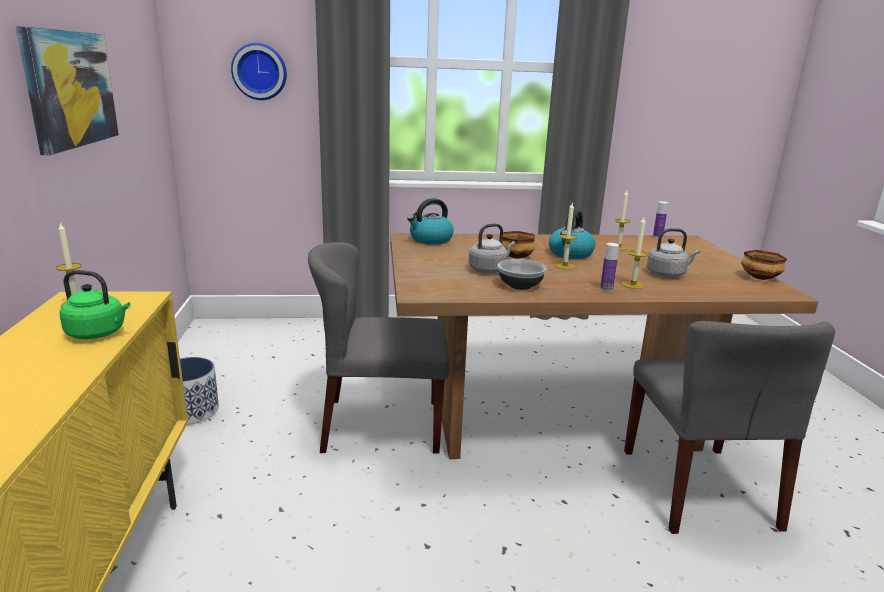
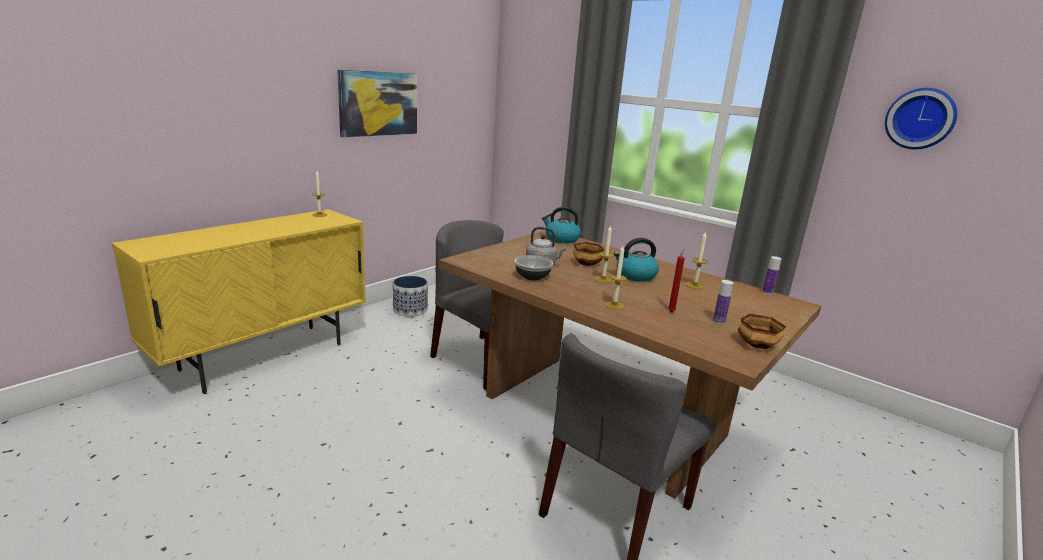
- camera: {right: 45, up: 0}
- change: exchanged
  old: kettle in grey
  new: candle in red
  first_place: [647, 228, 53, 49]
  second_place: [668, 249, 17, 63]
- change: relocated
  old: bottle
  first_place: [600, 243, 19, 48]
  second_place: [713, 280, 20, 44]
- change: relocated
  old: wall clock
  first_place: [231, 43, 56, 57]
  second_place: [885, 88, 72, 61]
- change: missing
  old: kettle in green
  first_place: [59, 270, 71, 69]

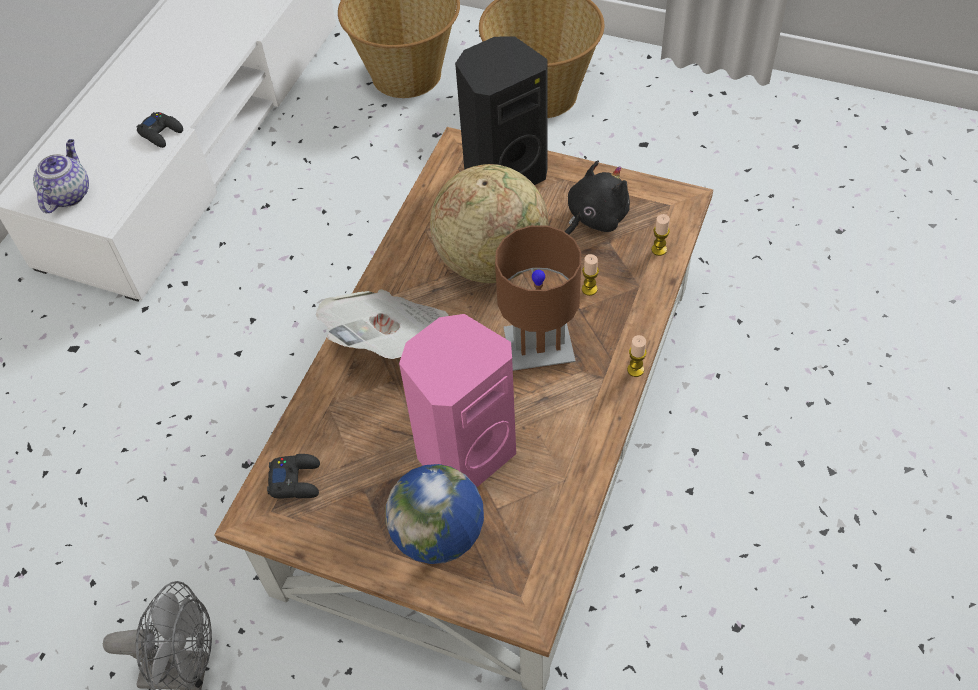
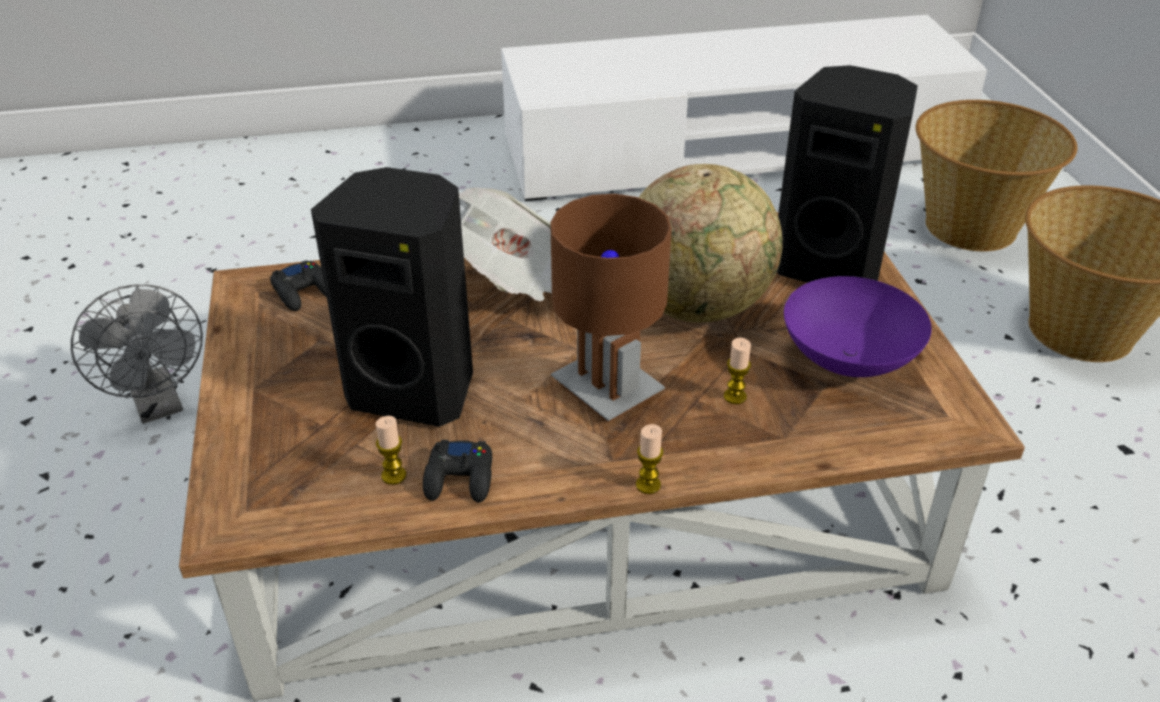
- camera: {right: 55, up: -15}
- change: colour
  old: speaker in pink
  new: speaker in black
  first_place: [399, 314, 117, 173]
  second_place: [311, 167, 162, 260]
- change: relocated
  old: candle
  first_place: [651, 214, 19, 42]
  second_place: [375, 416, 31, 69]
- change: relocated
  old: game controller in black
  first_place: [136, 112, 47, 36]
  second_place: [423, 440, 69, 63]
- change: exchanged
  old: plush toy in black
  new: bowl in purple
  first_place: [565, 161, 65, 74]
  second_place: [784, 276, 148, 101]
- change: missing
  old: teapot
  first_place: [33, 139, 56, 74]
- change: missing
  old: globe
  first_place: [385, 464, 99, 100]

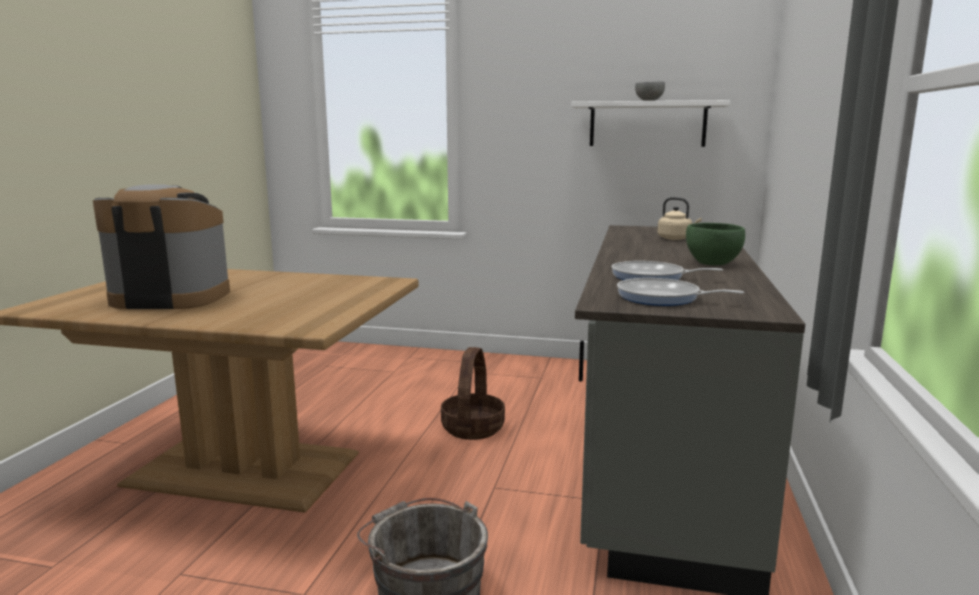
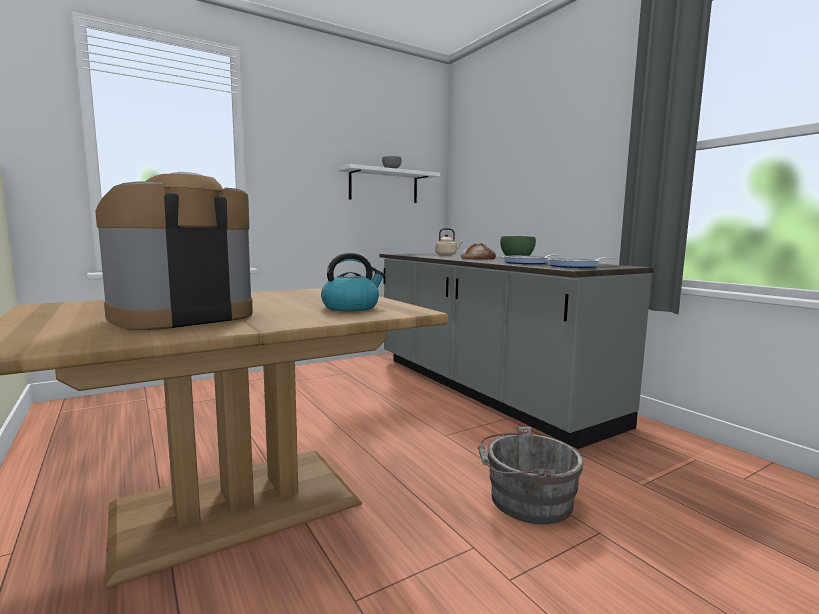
- camera: {right: -45, up: -5}
- change: appeared
  new: kettle
  second_place: [321, 253, 64, 58]
- change: appeared
  new: bread
  second_place: [461, 243, 35, 17]
- change: missing
  old: basket
  first_place: [441, 347, 64, 93]

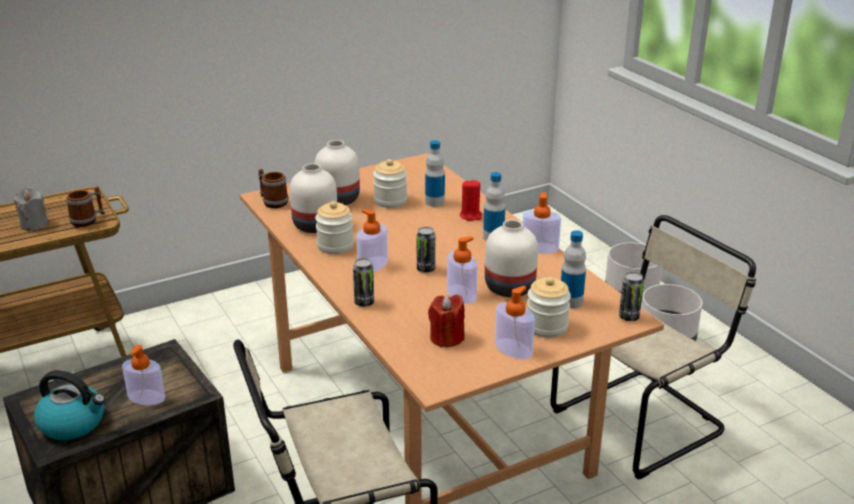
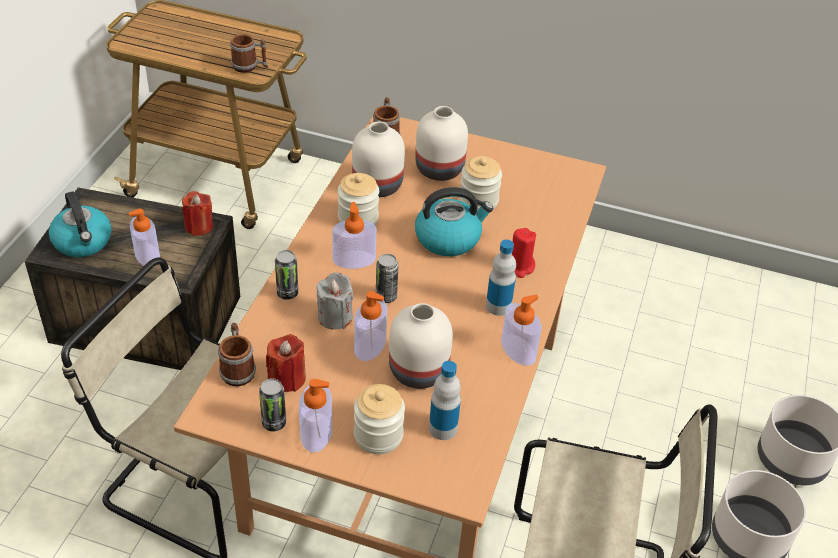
- camera: {right: 45, up: 15}
- change: appeared
  new: candle in red
  second_place: [182, 191, 31, 45]
- change: appeared
  new: mug
  second_place: [218, 323, 38, 64]
- change: relocated
  old: can
  first_place: [619, 272, 25, 49]
  second_place: [259, 378, 27, 53]
- change: relocated
  old: candle in grey
  first_place: [13, 187, 36, 44]
  second_place: [316, 272, 37, 58]
- change: appeared
  new: kettle
  second_place: [415, 187, 78, 69]
- change: missing
  old: bottle
  first_place: [425, 140, 20, 67]

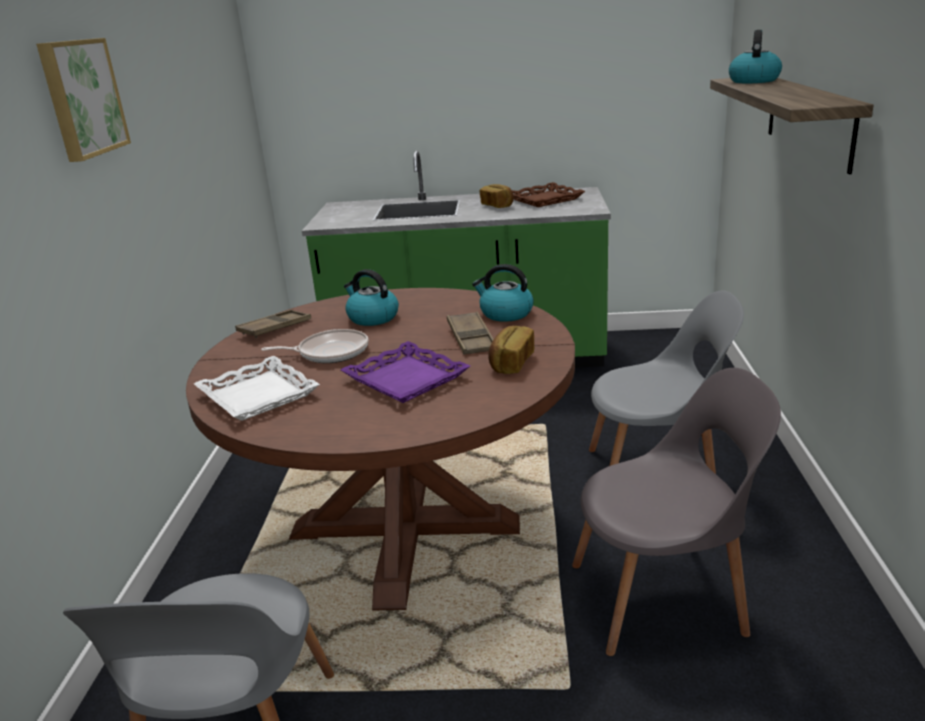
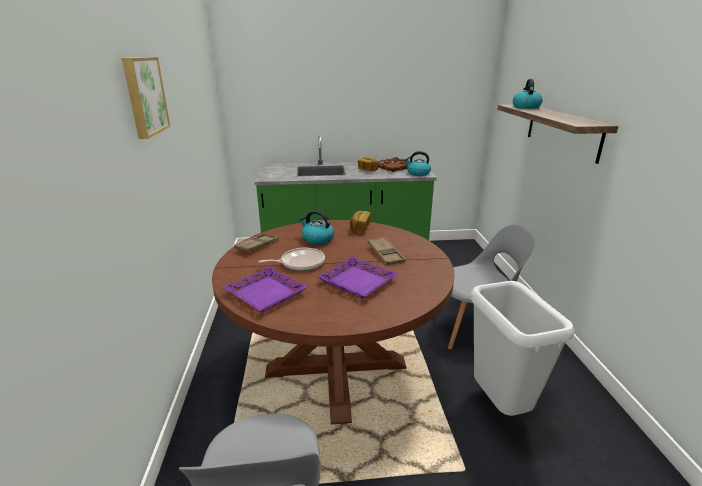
- camera: {right: -10, up: 0}
- change: colour
  old: tray in white
  new: tray in purple
  first_place: [194, 356, 126, 65]
  second_place: [222, 266, 86, 46]
- change: relocated
  old: bread
  first_place: [488, 326, 46, 48]
  second_place: [350, 211, 21, 22]
- change: relocated
  old: kettle
  first_place: [472, 264, 62, 58]
  second_place: [404, 151, 27, 25]
- change: exchanged
  old: chair in grey
  new: trash can in grey
  first_place: [572, 368, 209, 288]
  second_place: [470, 281, 105, 135]

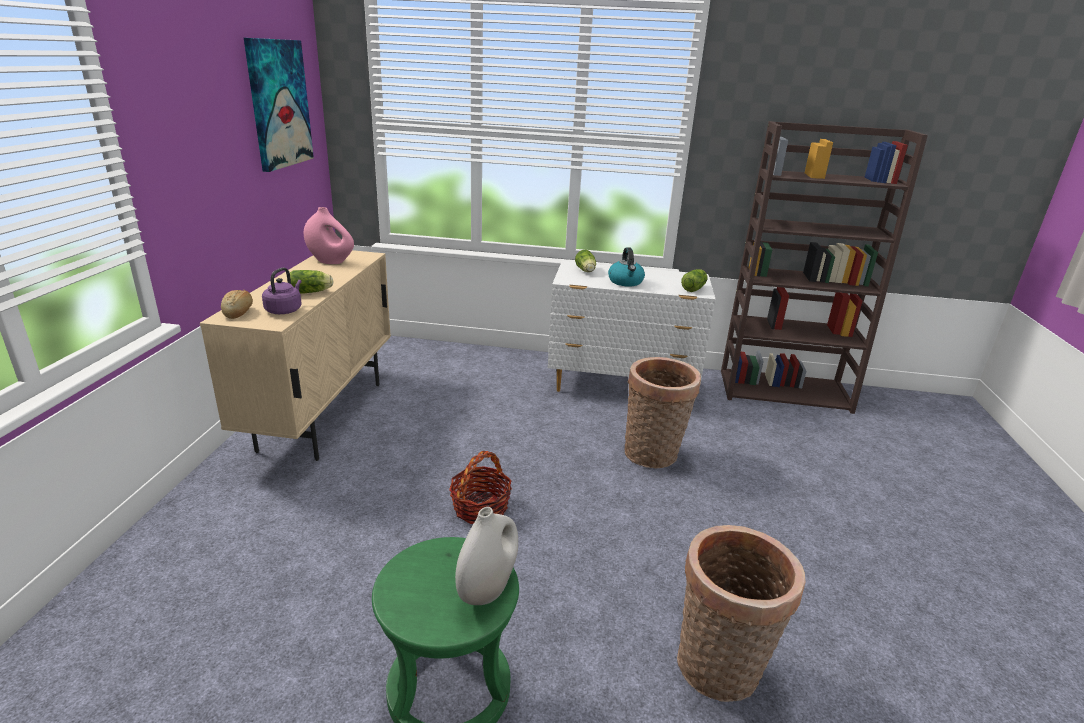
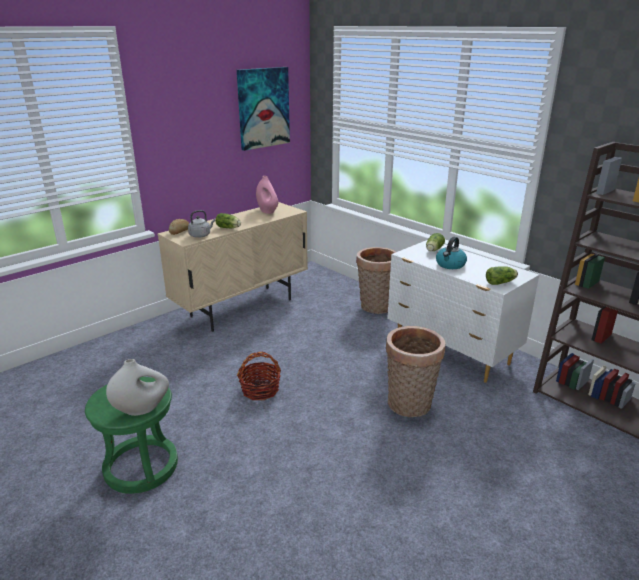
- camera: {right: 40, up: 0}
- change: colour
  old: kettle in purple
  new: kettle in grey
  first_place: [262, 267, 40, 47]
  second_place: [188, 210, 27, 28]
- change: relocated
  old: basket
  first_place: [677, 525, 129, 177]
  second_place: [356, 247, 40, 67]

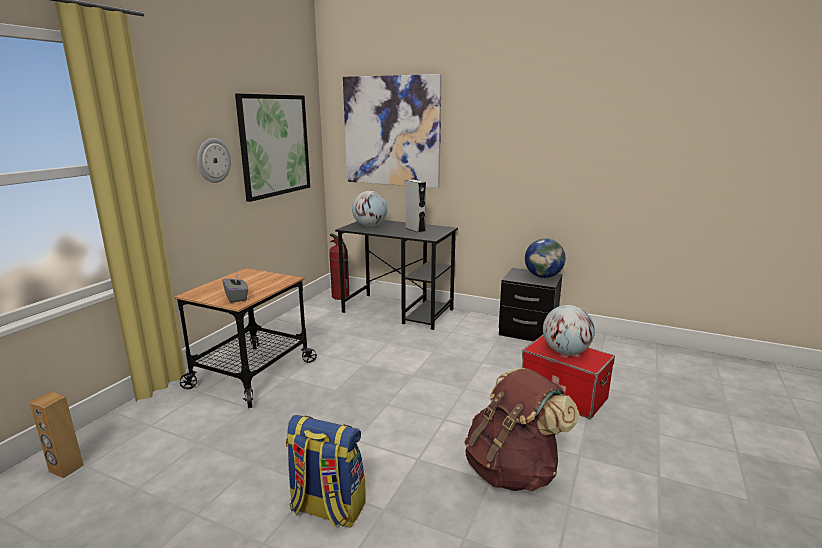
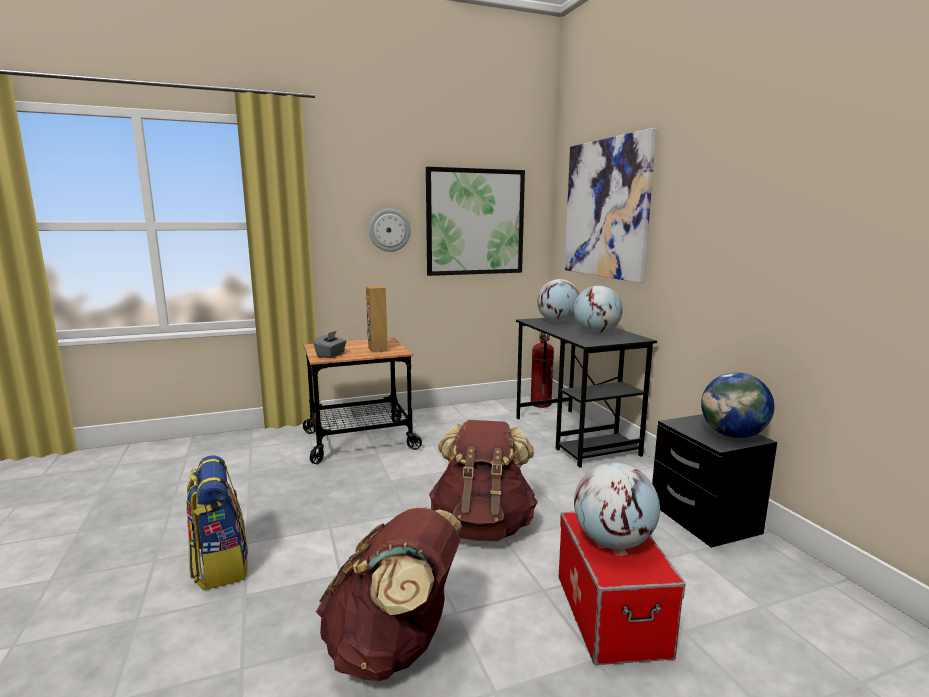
- camera: {right: 45, up: -5}
- change: relocated
  old: speaker in brown
  first_place: [29, 392, 55, 86]
  second_place: [366, 286, 22, 66]
- change: appeared
  new: backpack in brown
  second_place: [429, 420, 109, 121]
- change: exchanged
  old: speaker in grey
  new: globe
  first_place: [406, 179, 20, 54]
  second_place: [574, 286, 49, 48]

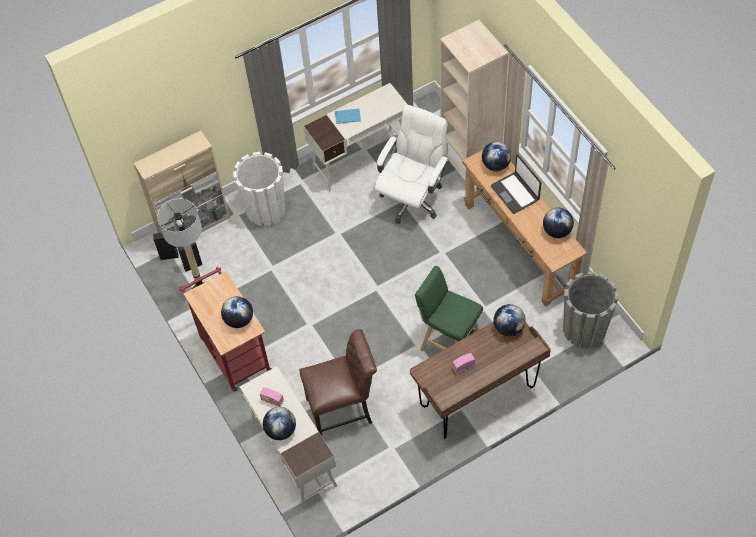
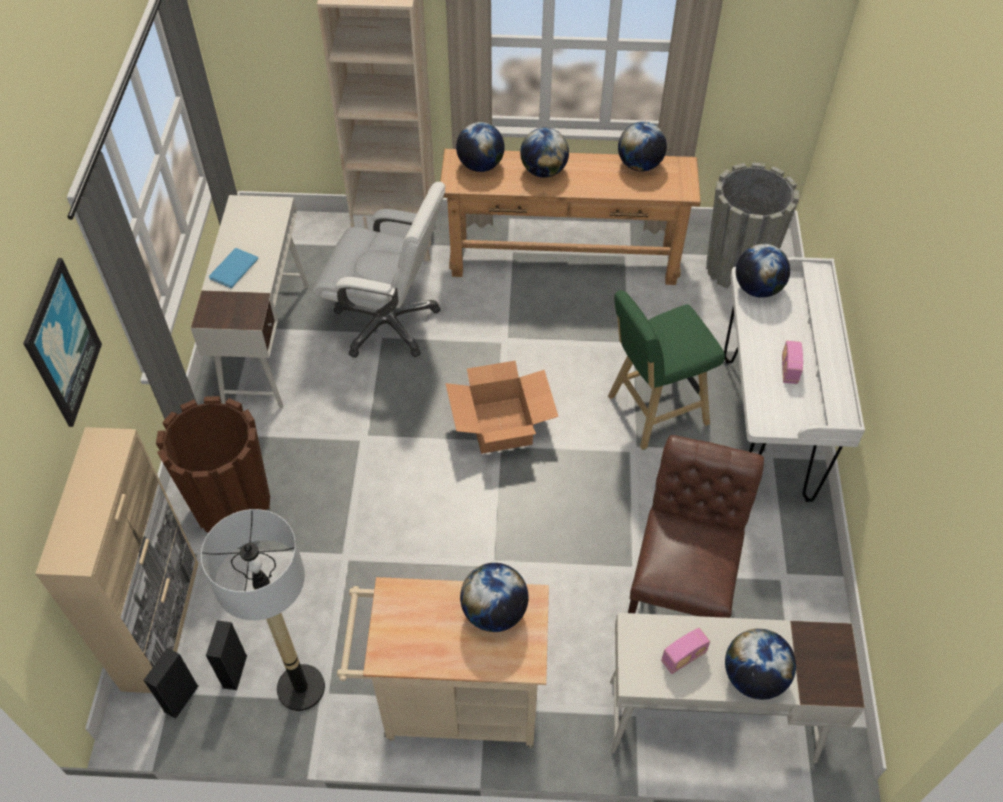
- camera: {right: -60, up: -5}
- change: appeared
  new: picture
  second_place: [23, 258, 79, 169]
- change: colour
  old: planter in white
  new: planter in brown
  first_place: [233, 152, 53, 74]
  second_place: [156, 396, 114, 137]
- change: spun
  old: office chair in white
  first_place: [375, 105, 74, 119]
  second_place: [313, 182, 132, 176]
  degrees: 135
- change: colour
  old: cart in red
  new: cart in beige
  first_place: [179, 267, 93, 125]
  second_place: [337, 577, 212, 171]
- change: appeared
  new: cardboard box
  second_place: [445, 361, 114, 93]
- change: exchanged
  old: laptop
  new: globe
  first_place: [491, 154, 50, 60]
  second_place: [520, 128, 49, 50]
- change: colour
  old: desk in brown
  new: desk in white
  first_place: [410, 322, 141, 117]
  second_place: [724, 257, 141, 245]

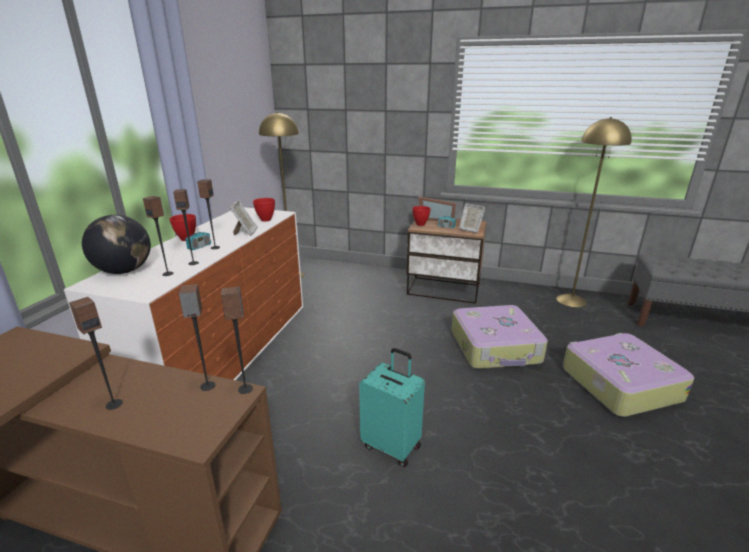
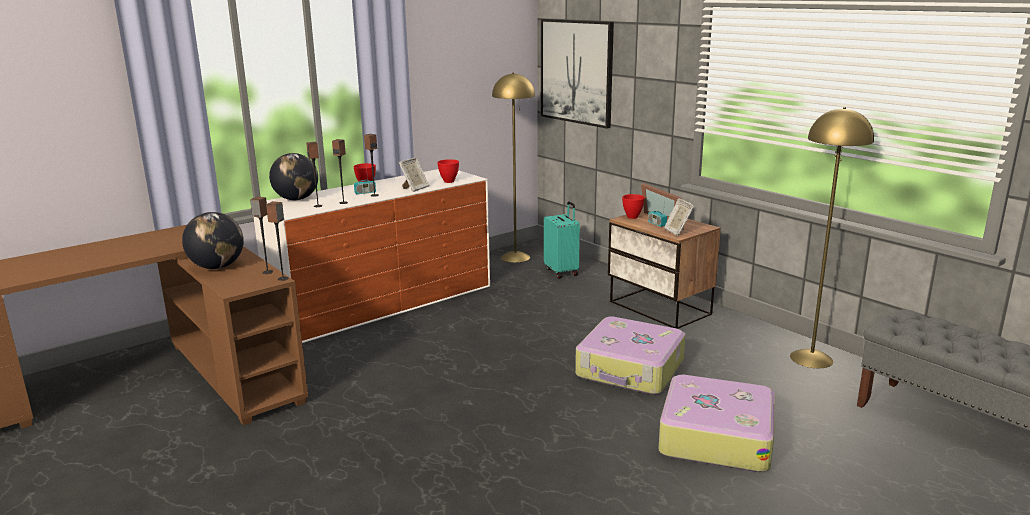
- camera: {right: 35, up: -5}
- change: exchanged
  old: speaker
  new: globe
  first_place: [69, 297, 54, 113]
  second_place: [182, 212, 62, 57]
- change: appeared
  new: picture
  second_place: [541, 19, 73, 110]
- change: relocated
  old: suitcase in turquoise
  first_place: [359, 348, 66, 119]
  second_place: [544, 201, 36, 78]

